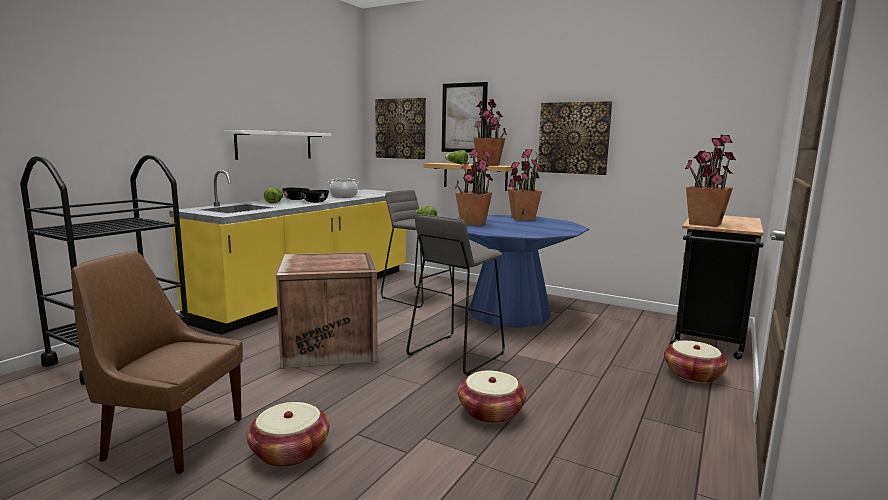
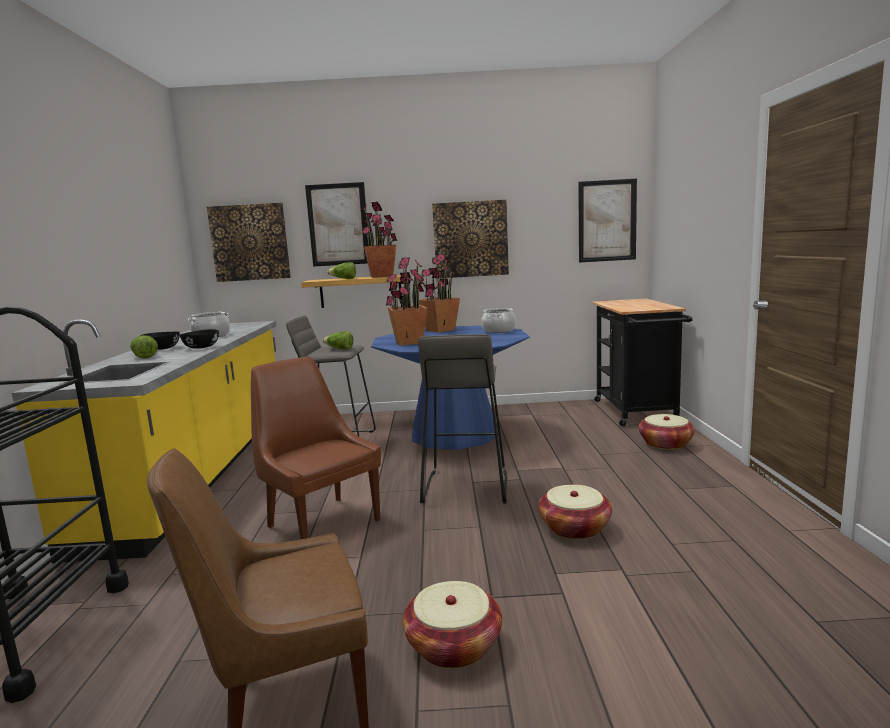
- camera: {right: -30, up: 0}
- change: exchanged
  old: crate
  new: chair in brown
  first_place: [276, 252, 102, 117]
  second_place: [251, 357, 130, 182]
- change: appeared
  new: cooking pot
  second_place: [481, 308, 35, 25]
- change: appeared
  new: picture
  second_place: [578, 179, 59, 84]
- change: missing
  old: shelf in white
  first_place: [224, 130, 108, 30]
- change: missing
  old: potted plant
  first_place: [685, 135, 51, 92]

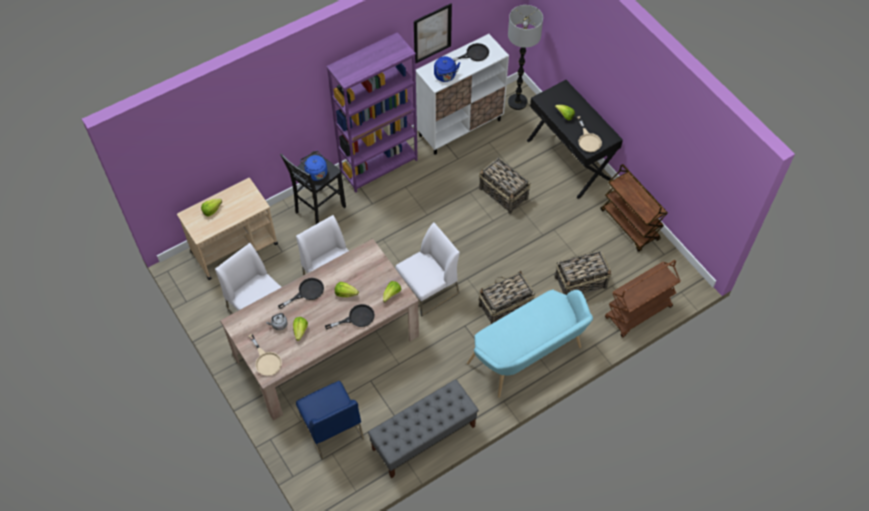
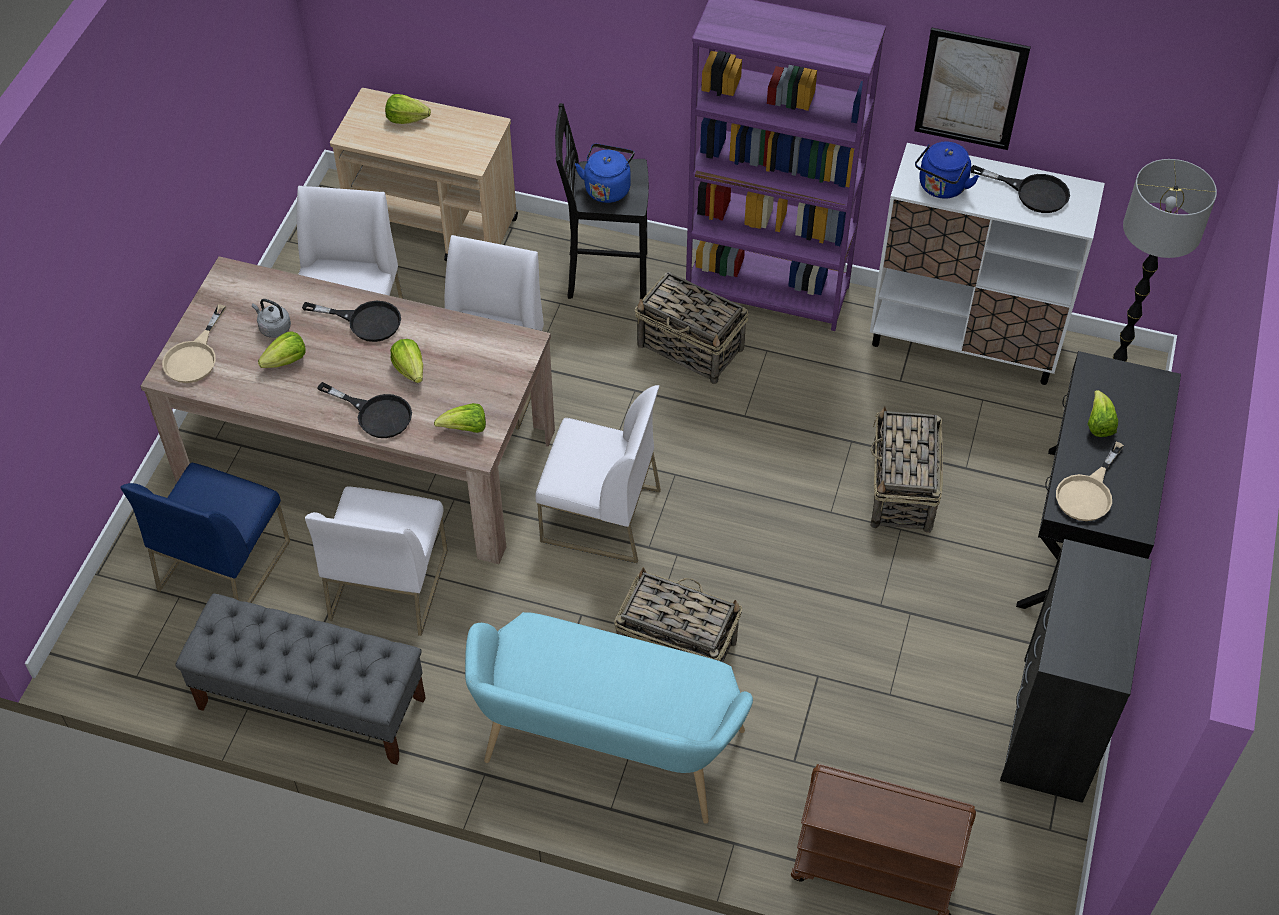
- camera: {right: 50, up: -5}
- change: appeared
  new: chair in white
  second_place: [305, 486, 143, 150]
- change: relocated
  old: basket
  first_place: [555, 250, 57, 45]
  second_place: [635, 272, 114, 112]
- change: exchanged
  old: cart in brown
  new: dresser in black
  first_place: [600, 164, 68, 88]
  second_place: [1000, 539, 152, 264]

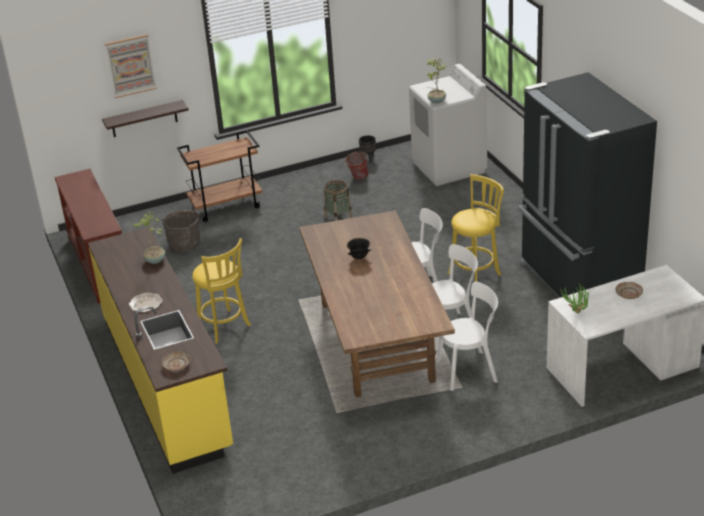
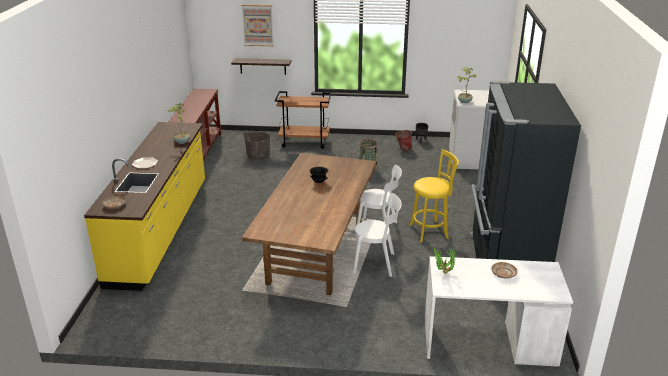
- camera: {right: 25, up: -5}
- change: missing
  old: stool in yellow
  first_place: [192, 238, 59, 105]
- change: missing
  old: chair in white
  first_place: [437, 281, 61, 110]

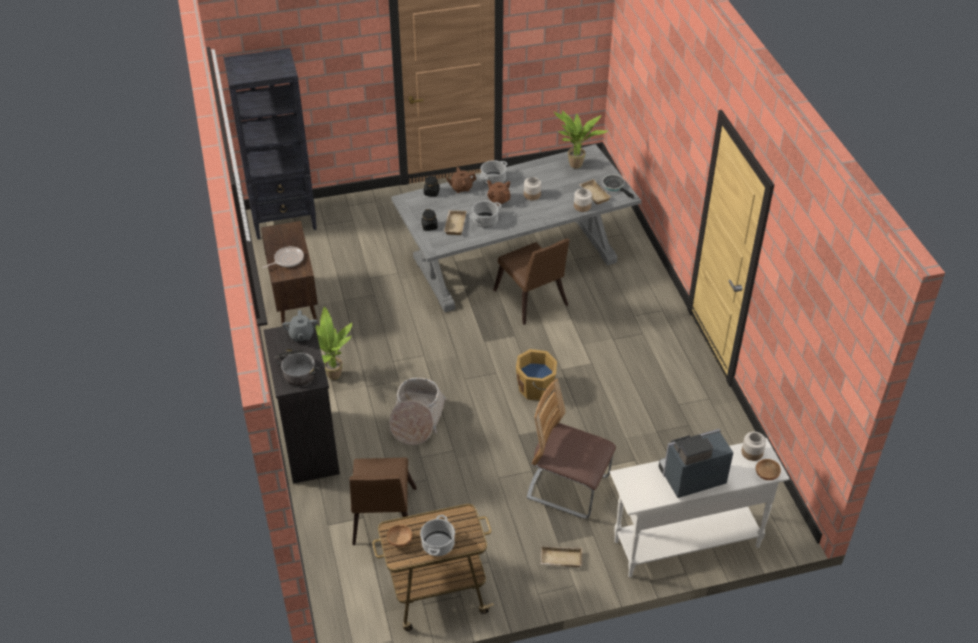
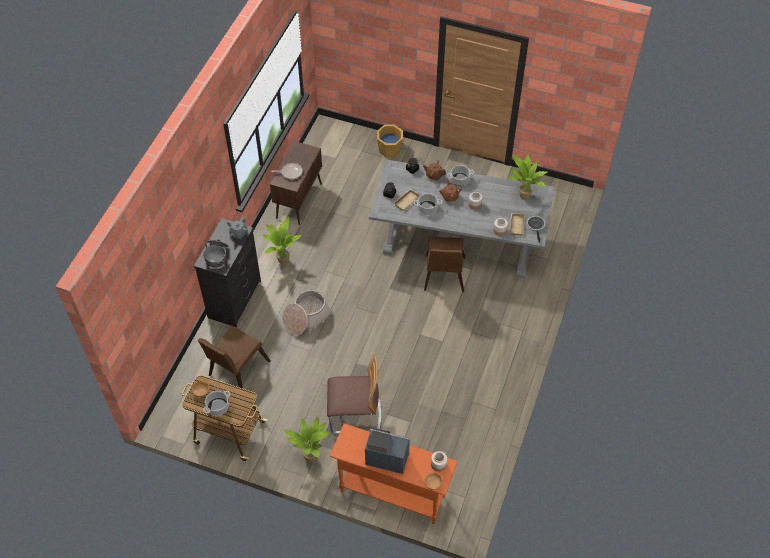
- camera: {right: 35, up: 10}
- change: exchanged
  old: tray in beige
  new: potted plant
  first_place: [540, 546, 43, 21]
  second_place: [284, 417, 46, 45]
- change: spun
  old: chair
  first_place: [527, 378, 89, 141]
  second_place: [327, 353, 54, 81]
  degrees: 120
- change: colour
  old: console table in white
  new: console table in orange
  first_place: [610, 438, 180, 139]
  second_place: [329, 423, 129, 101]
- change: relocated
  old: bucket in orange
  first_place: [516, 349, 41, 52]
  second_place: [377, 124, 27, 34]
- change: missing
  old: bookcase in black
  first_place: [224, 48, 93, 191]

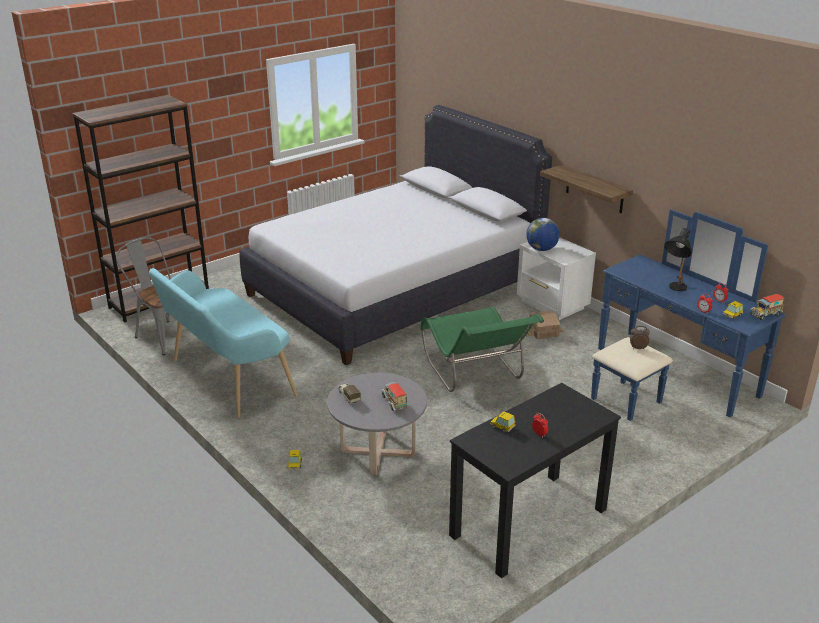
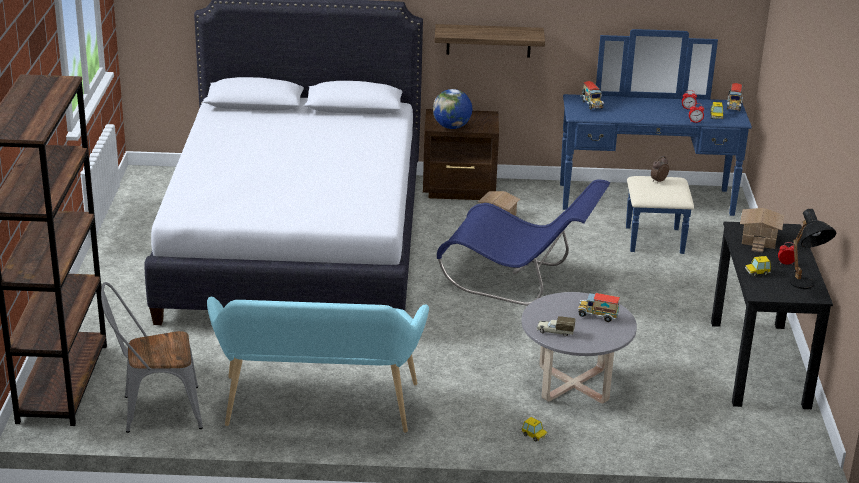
- camera: {right: -50, up: 0}
- change: colour
  old: nightstand in white
  new: nightstand in brown
  first_place: [517, 237, 79, 83]
  second_place: [423, 109, 76, 91]
- change: colour
  old: chair in green
  new: chair in blue
  first_place: [421, 306, 123, 86]
  second_place: [437, 179, 173, 126]
- change: appeared
  new: toy truck
  second_place: [580, 81, 24, 29]
- change: appeared
  new: toy house
  second_place: [740, 208, 44, 45]
- change: relocated
  old: table lamp in black
  first_place: [664, 228, 28, 63]
  second_place: [790, 209, 47, 80]

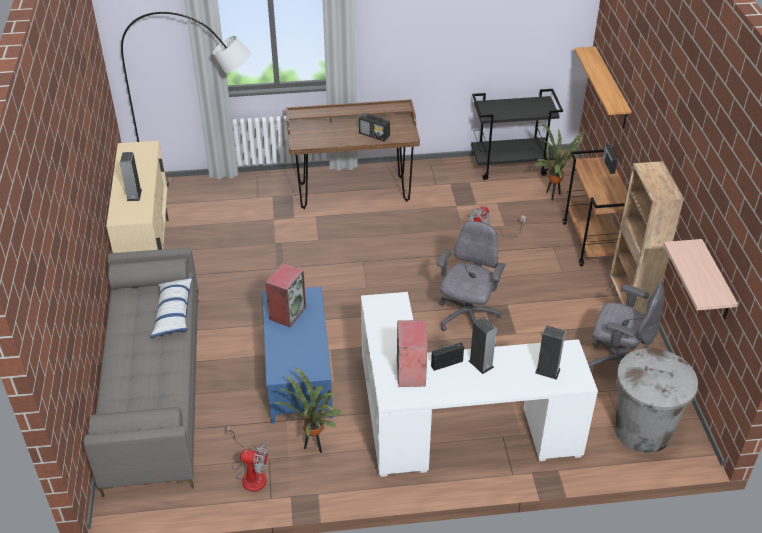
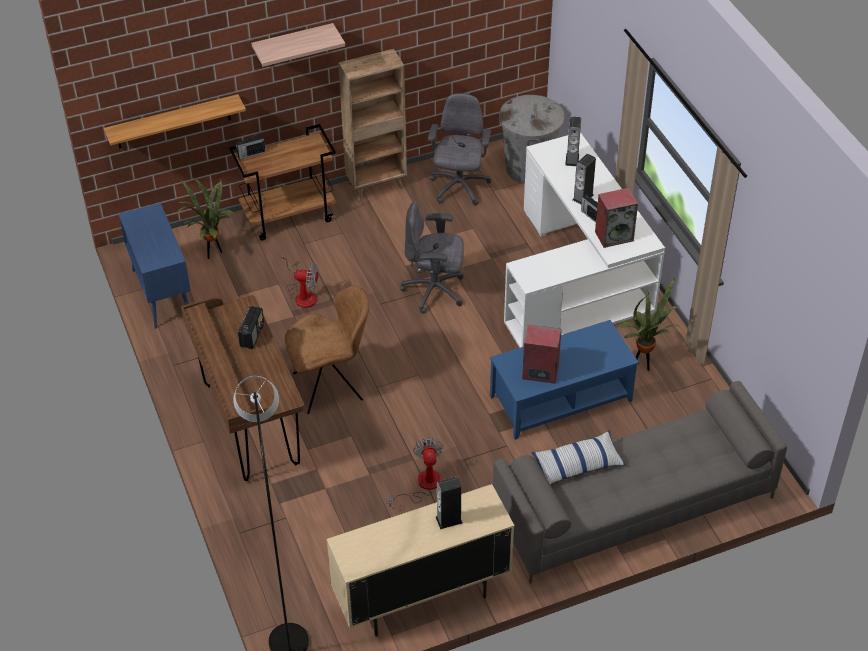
- camera: {right: -105, up: 5}
- change: exchanged
  old: cart in black
  new: cabinet in blue
  first_place: [471, 89, 92, 91]
  second_place: [119, 203, 72, 125]
- change: relocated
  old: shelf
  first_place: [663, 239, 75, 80]
  second_place: [251, 23, 94, 44]
- change: appeared
  new: chair in brown
  second_place: [285, 286, 84, 128]
- change: relocated
  old: fan
  first_place: [227, 425, 41, 67]
  second_place: [387, 438, 57, 68]

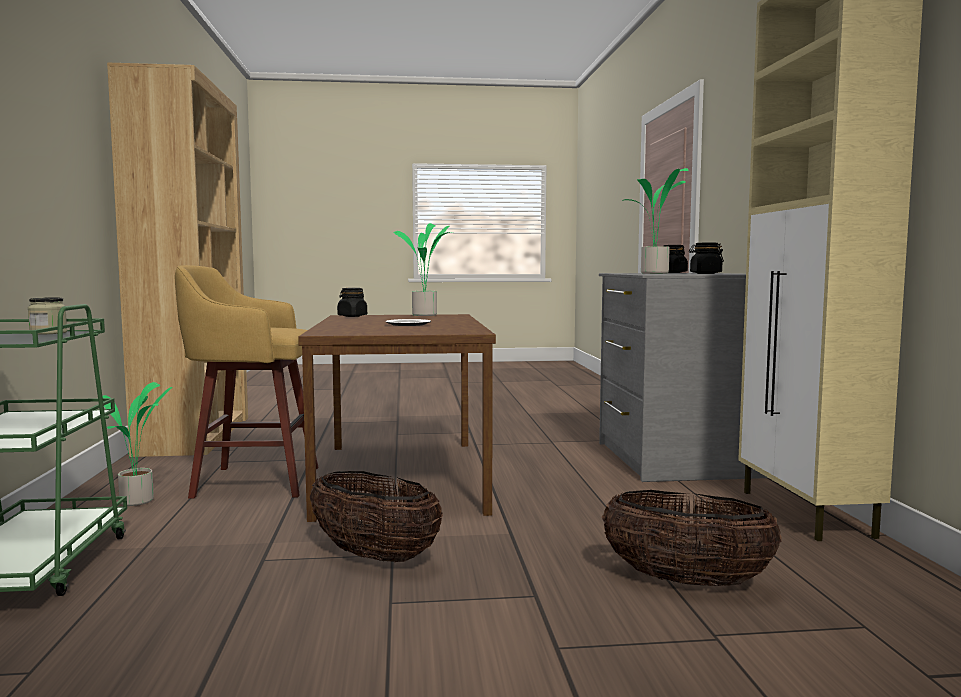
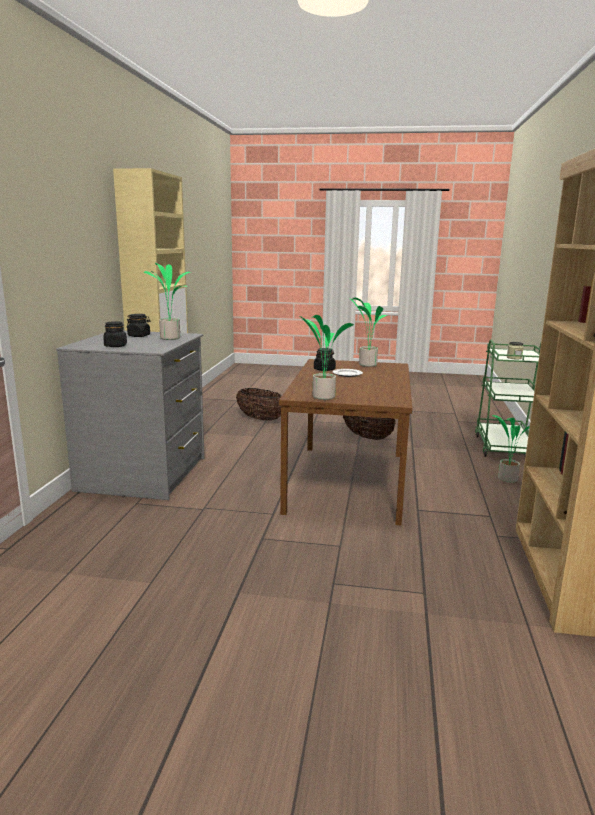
- camera: {right: -165, up: 10}
- change: relocated
  old: jar in black
  first_place: [337, 288, 30, 29]
  second_place: [314, 348, 22, 23]
- change: appeared
  new: potted plant
  second_place: [349, 298, 39, 69]
- change: missing
  old: stool in yellow
  first_place: [175, 265, 143, 234]

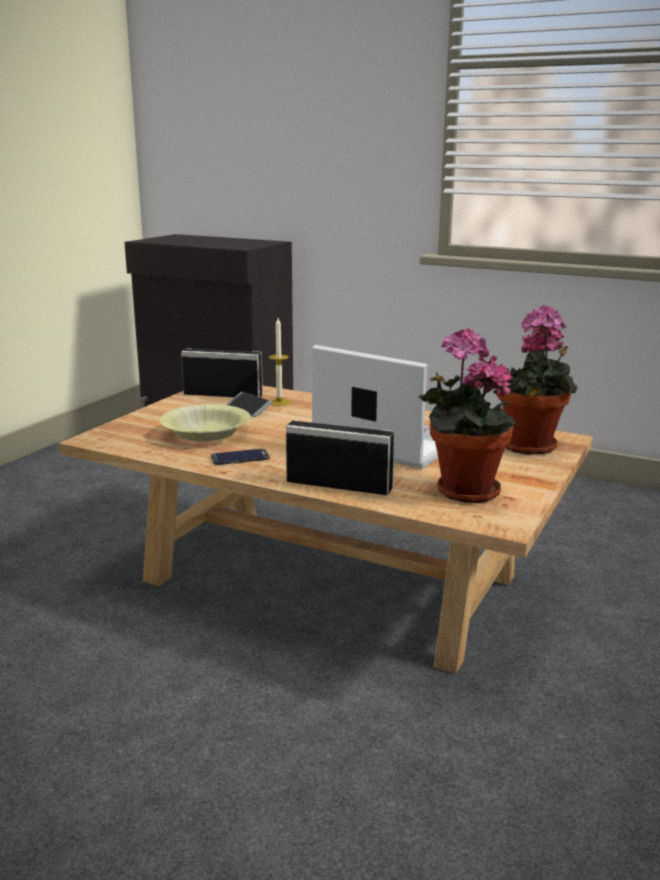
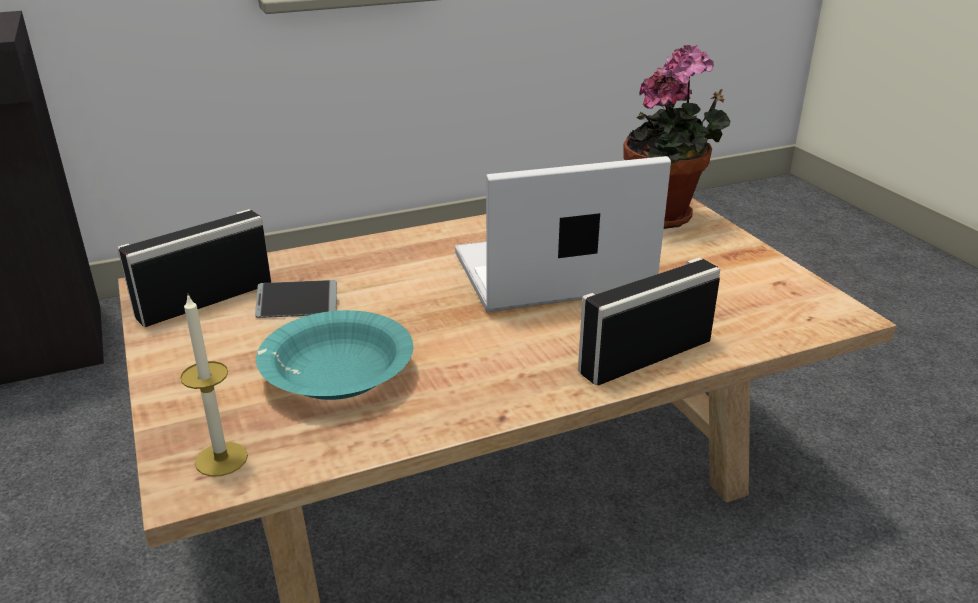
- camera: {right: -50, up: 10}
- change: relocated
  old: candle
  first_place: [269, 318, 22, 88]
  second_place: [180, 295, 68, 182]
- change: colour
  old: bowl in yellow
  new: bowl in turquoise
  first_place: [160, 404, 90, 38]
  second_place: [256, 310, 157, 90]
- change: missing
  old: phone
  first_place: [211, 449, 59, 16]
- change: missing
  old: potted plant
  first_place: [418, 328, 97, 175]

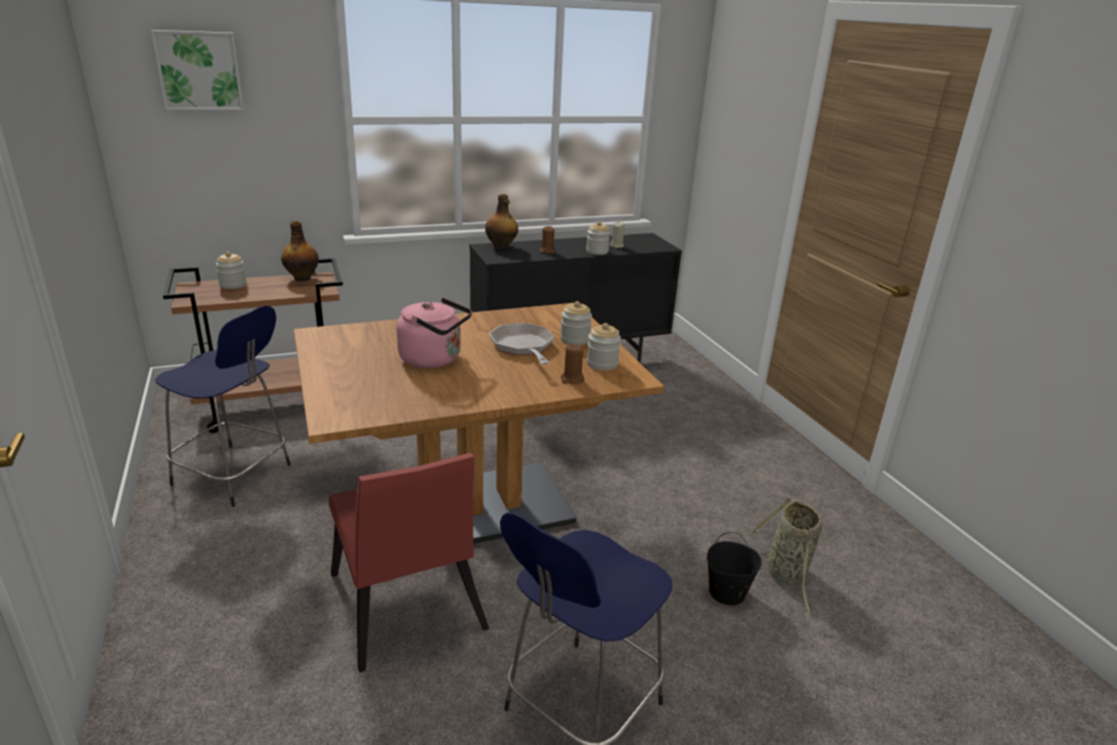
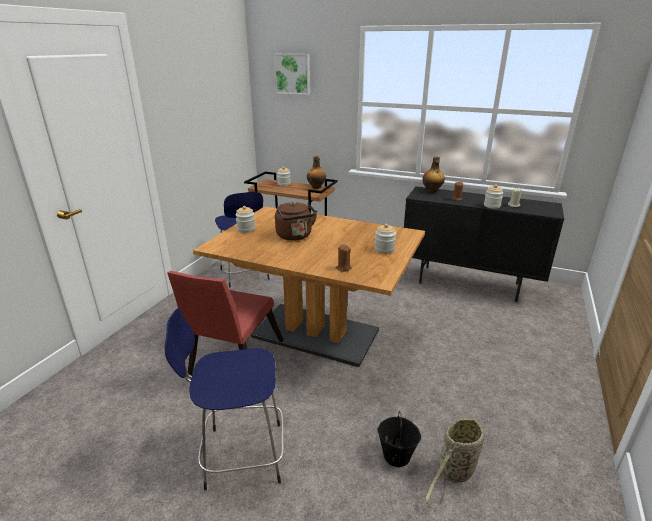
- camera: {right: 45, up: 0}
- change: relocated
  old: jar
  first_place: [587, 323, 34, 47]
  second_place: [235, 206, 20, 27]
- change: colour
  old: kettle in pink
  new: kettle in brown
  first_place: [396, 298, 76, 70]
  second_place: [275, 202, 42, 38]
- change: missing
  old: frying pan
  first_place: [489, 323, 65, 41]

